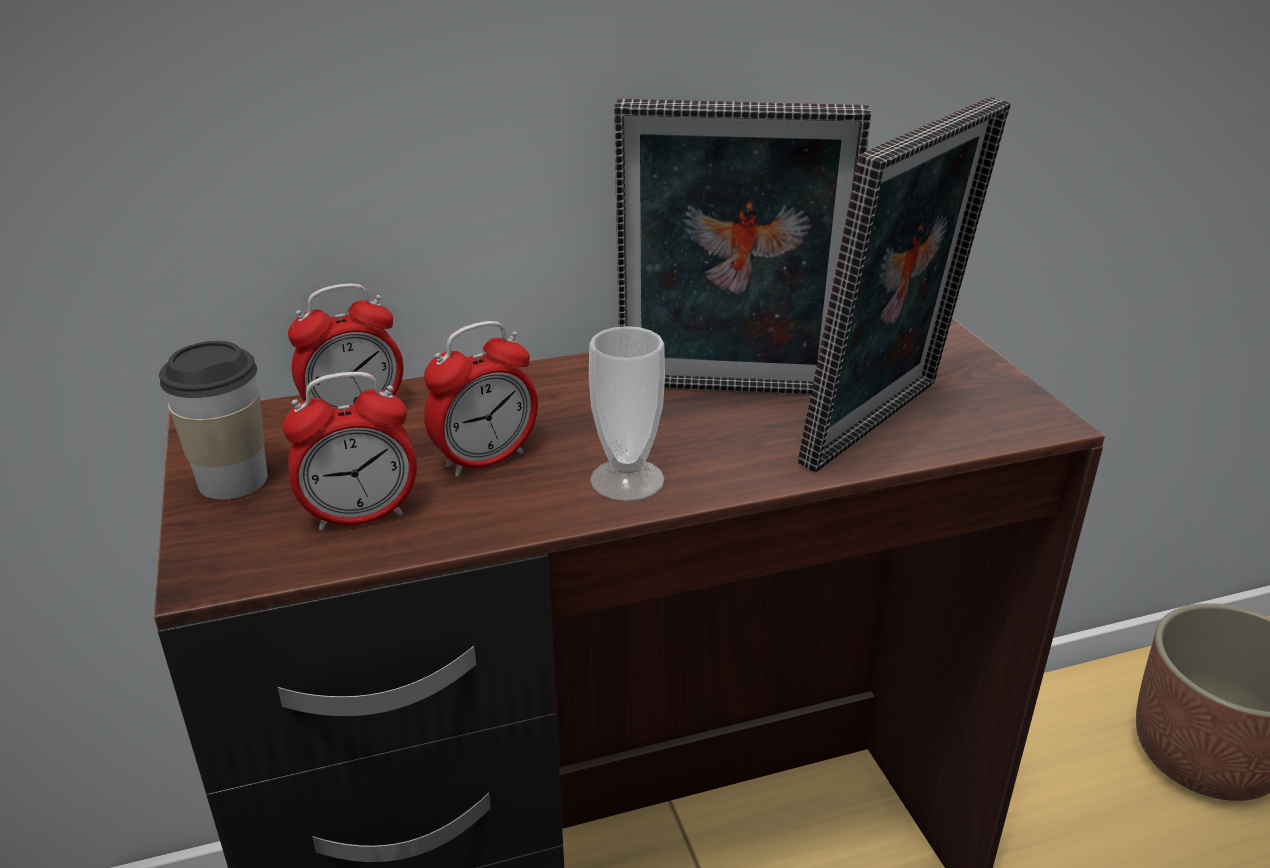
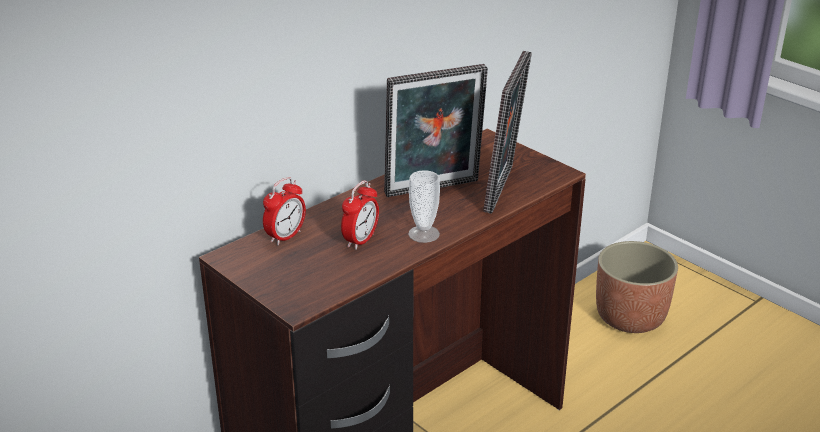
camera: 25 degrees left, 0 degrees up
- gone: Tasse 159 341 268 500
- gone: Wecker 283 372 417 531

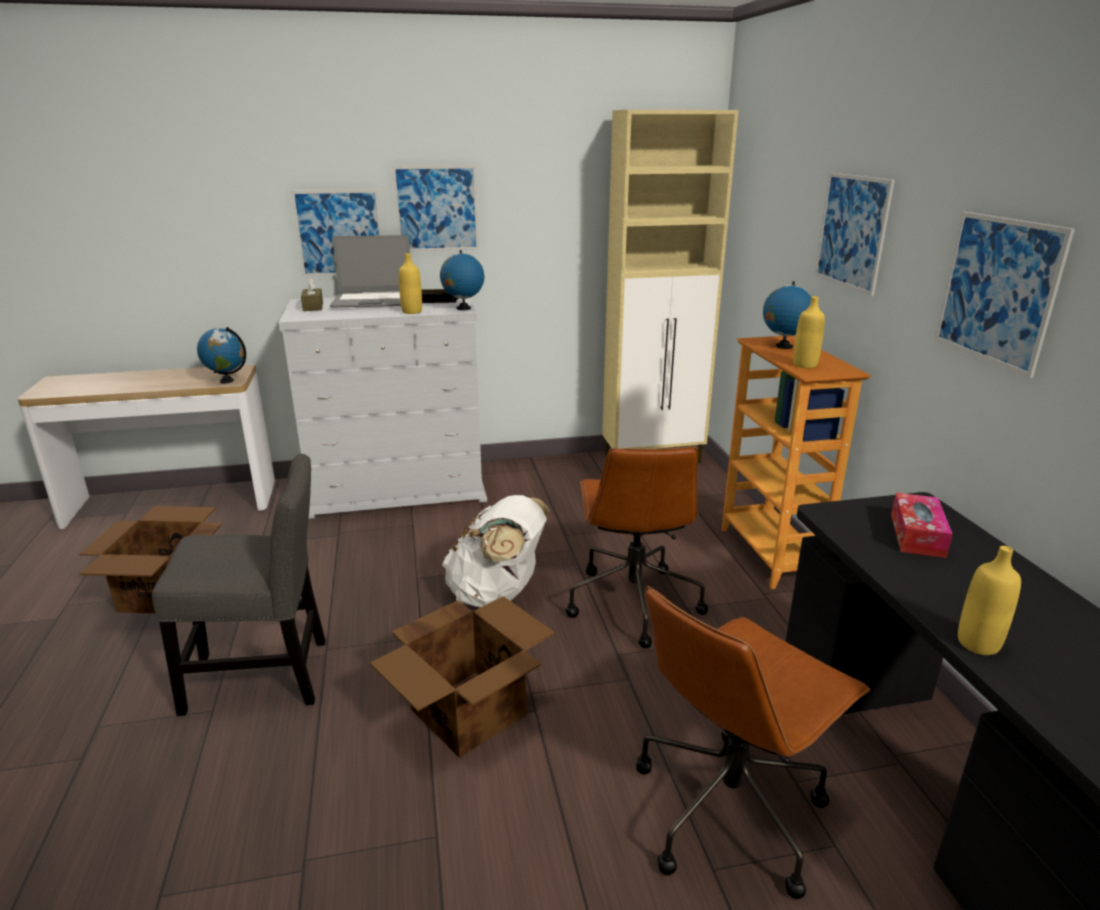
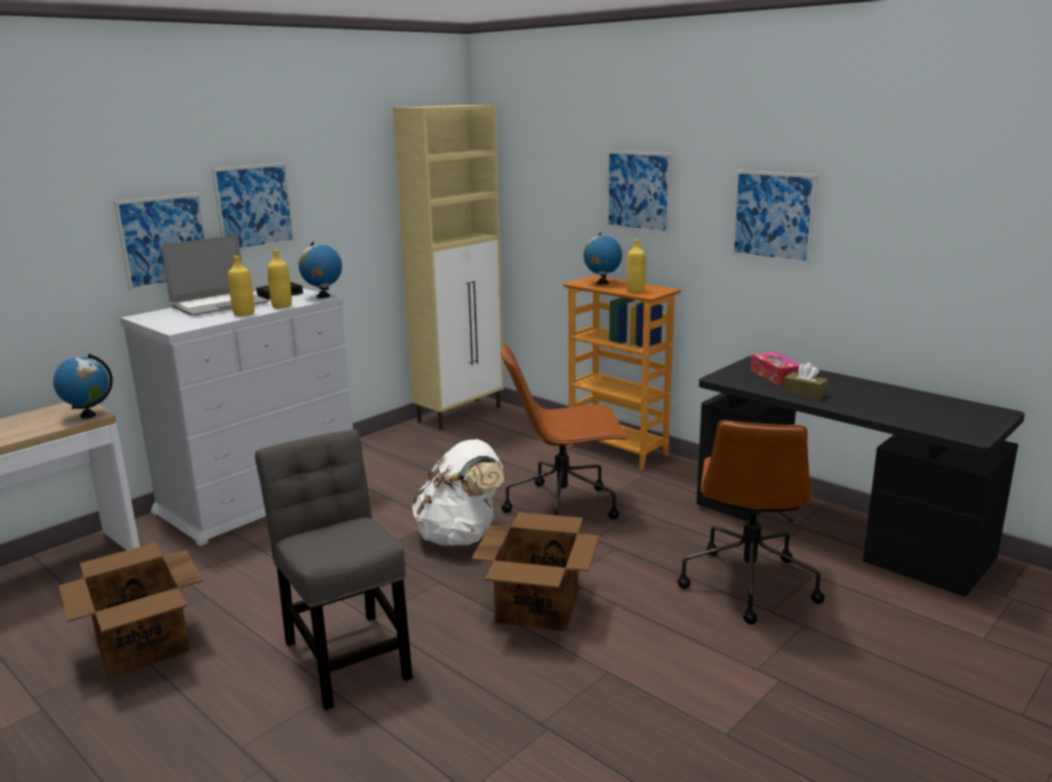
camera: 35 degrees left, 5 degrees down
- shifted: Taschentuchbox [braun] 301 278 323 311 to 783 363 829 400
- rotated: Bürostuhl [braun] 565 447 709 649 = 501 344 629 519 120 degrees clockwise
- rotated: Stuhl [grau] 152 454 326 716 = 255 429 413 710 75 degrees counterclockwise
- shifted: Flasche [gelb] 958 546 1021 655 to 228 256 254 316

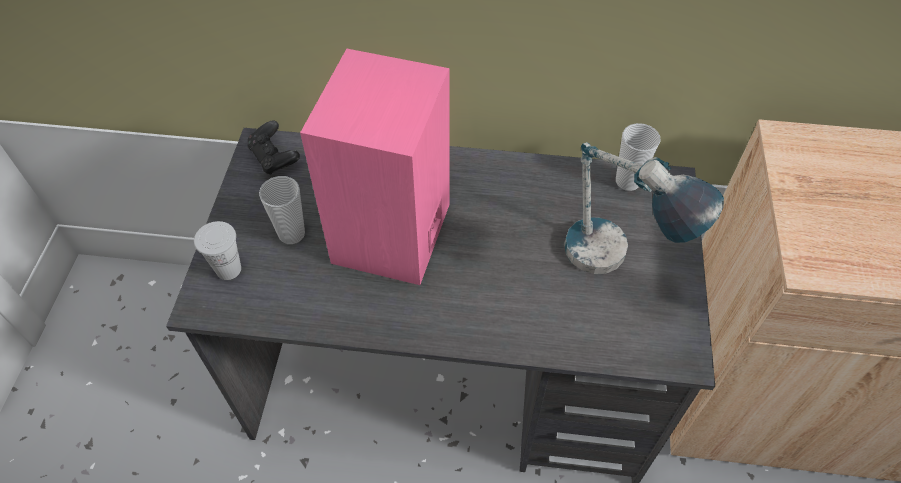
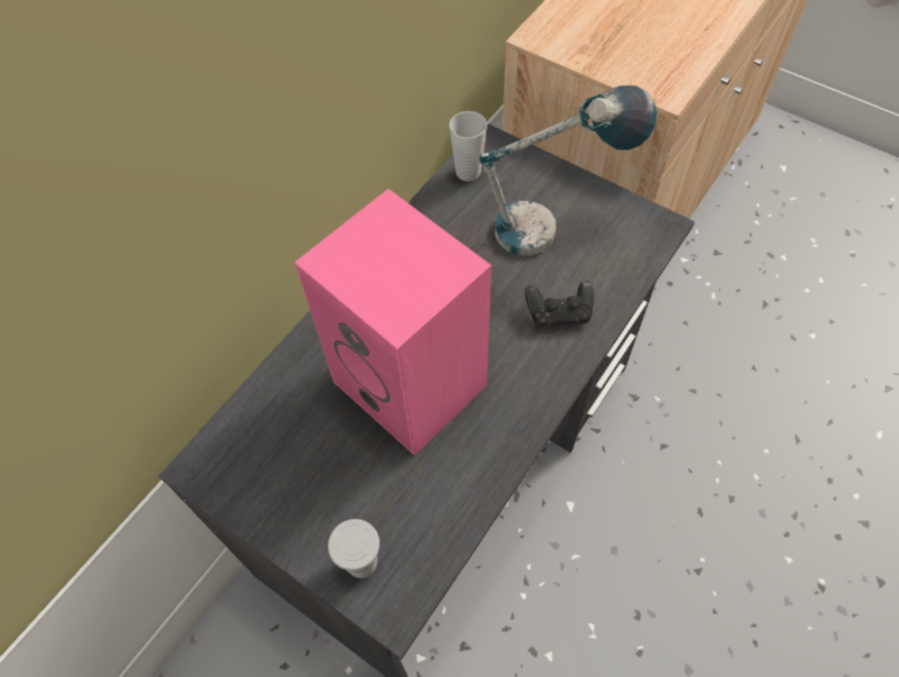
camera: 60 degrees left, 5 degrees up
- shifted: Gamepad [schwarz] 247 121 300 174 to 525 281 594 328
- gone: Tasse 259 176 305 244

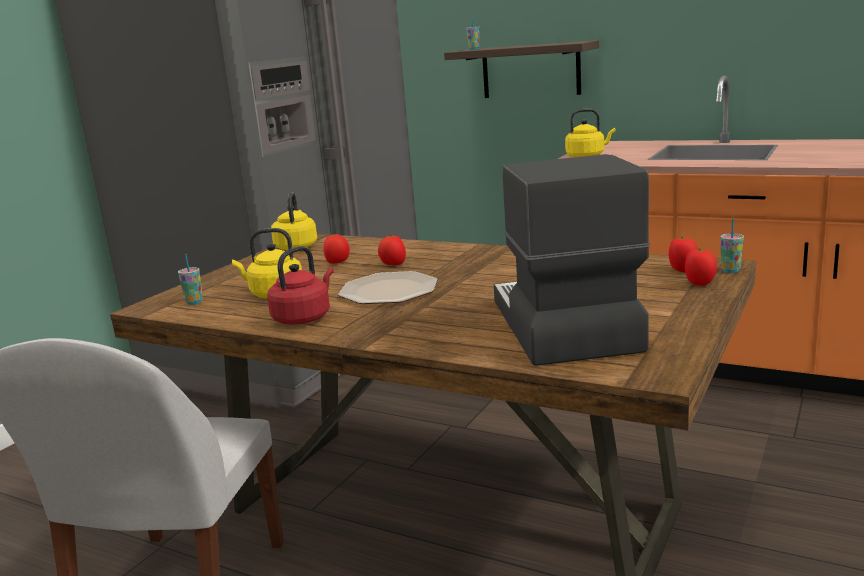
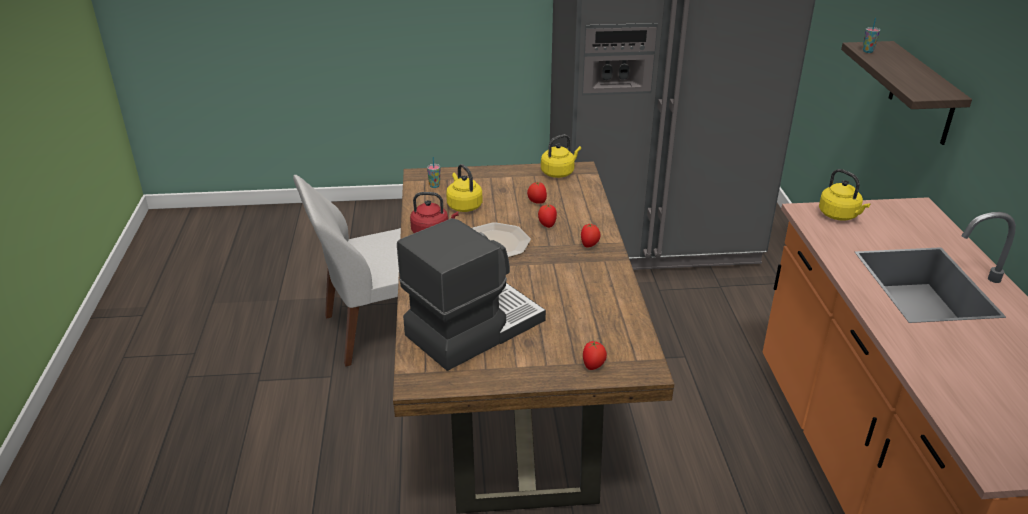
camera: 55 degrees right, 15 degrees up
- gone: Tasse 720 219 744 273
- shifted: Tomate 669 236 698 272 to 581 224 601 248

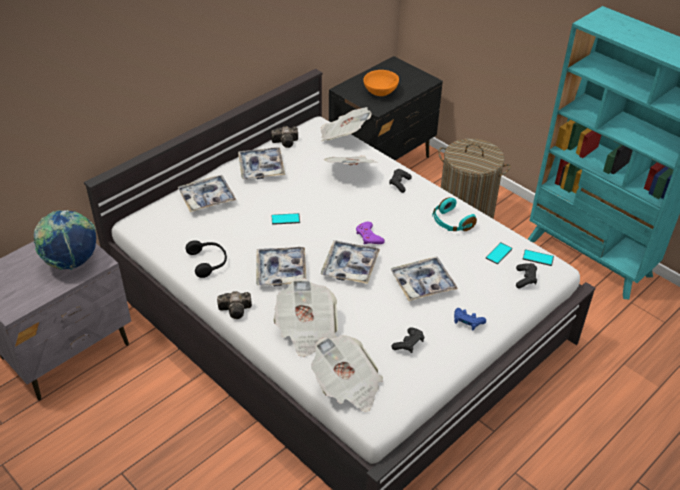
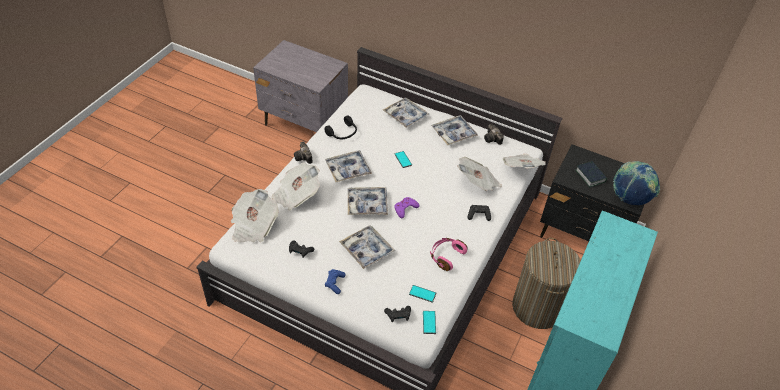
camera: 70 degrees right, 5 degrees up
- swapped: Schüssel [orange] 363 70 399 96 to Buch 576 161 607 187
- repainted: Kopfhörer [türkis] 432 197 477 231 to Kopfhörer [rosa] 430 238 468 271
- shifted: Globus 34 210 96 270 to 613 161 660 205

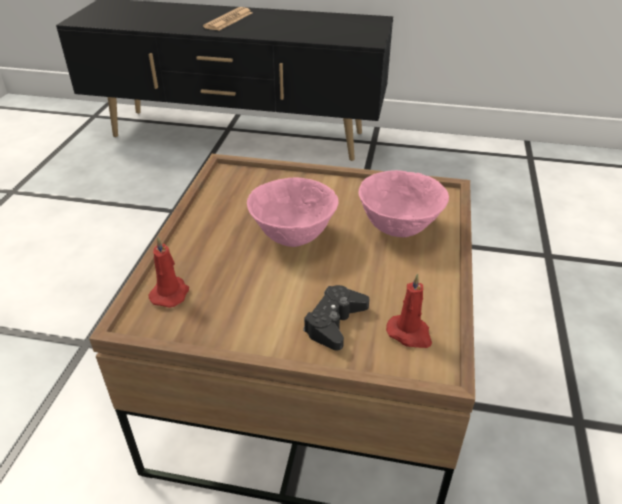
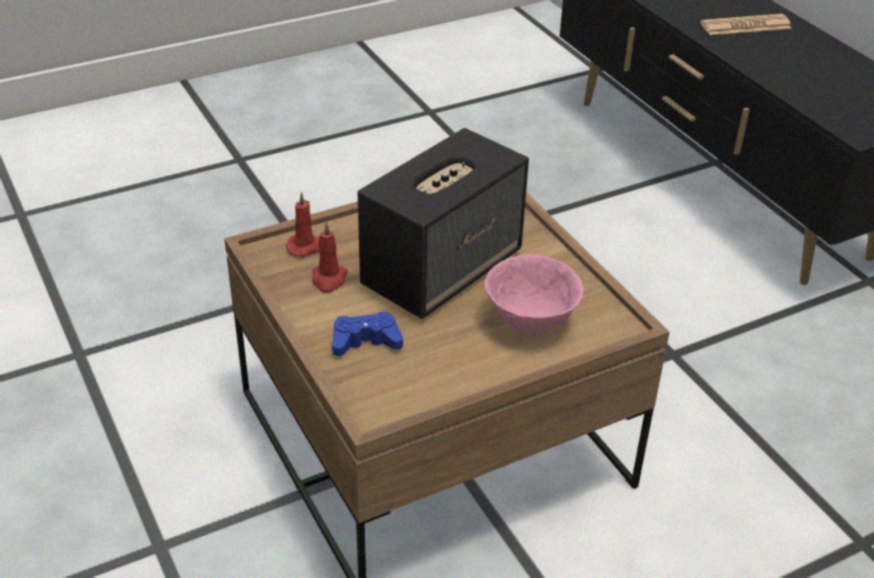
camera: 50 degrees right, 0 degrees up
- swapped: Schüssel [rosa] 247 177 338 247 to Lautsprecher 358 128 529 319
- shifted: Kerze [rot] 386 274 432 348 to 312 222 348 293
- repainted: Gamepad [schwarz] 303 285 370 351 to Gamepad [blau] 332 311 403 356

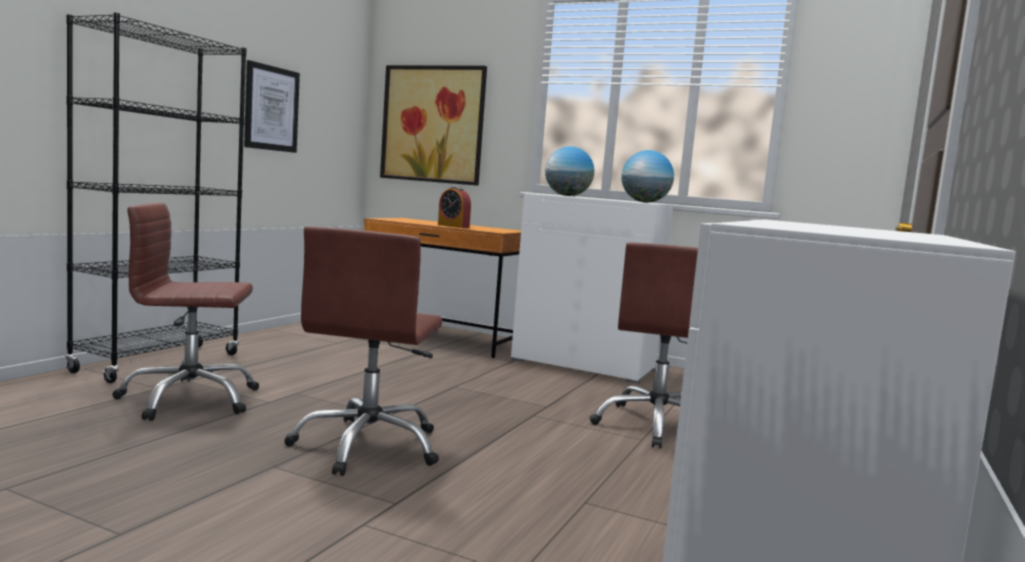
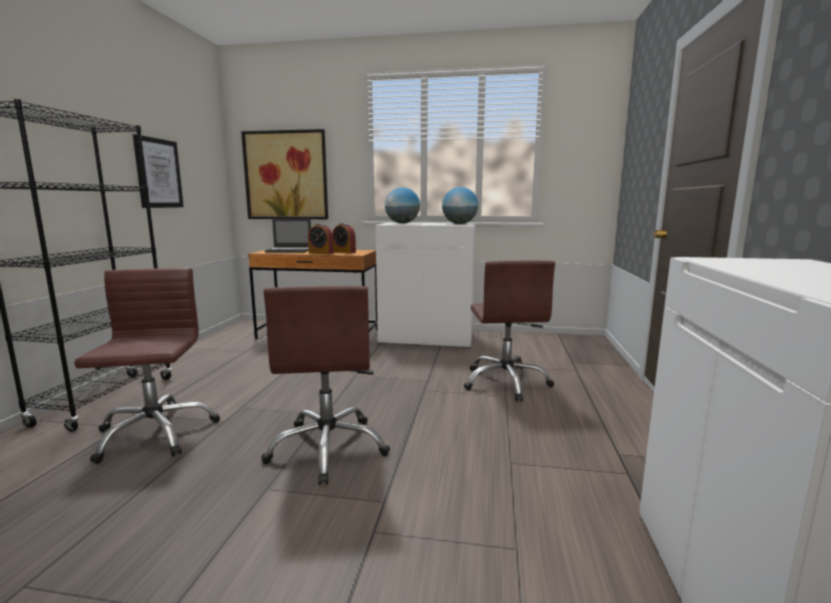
camera: 15 degrees left, 5 degrees up
- rotated: Bürostuhl [braun] 112 203 259 421 = 74 268 220 464 105 degrees clockwise
- new: Laptop 265 218 311 252
- new: Wecker 332 223 356 253

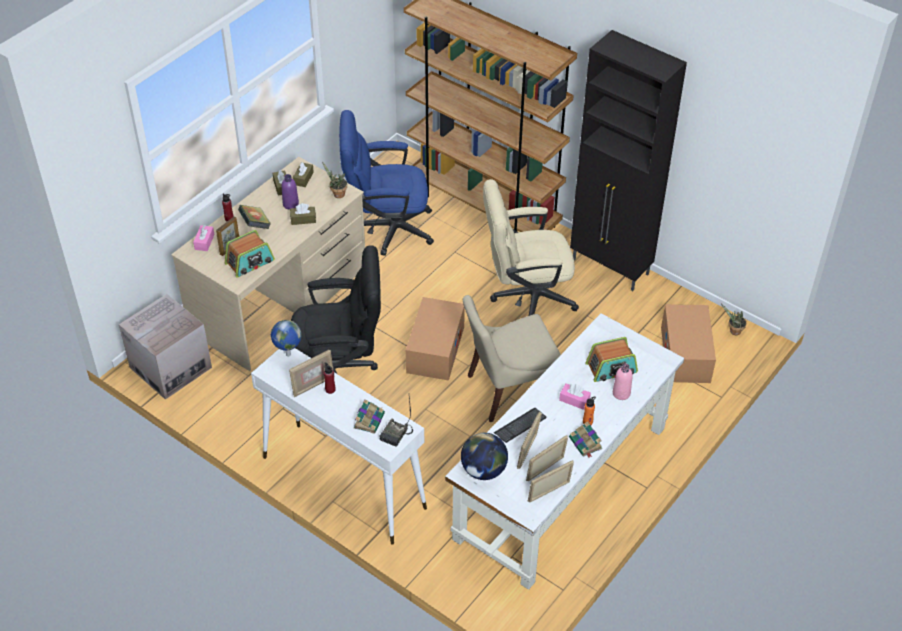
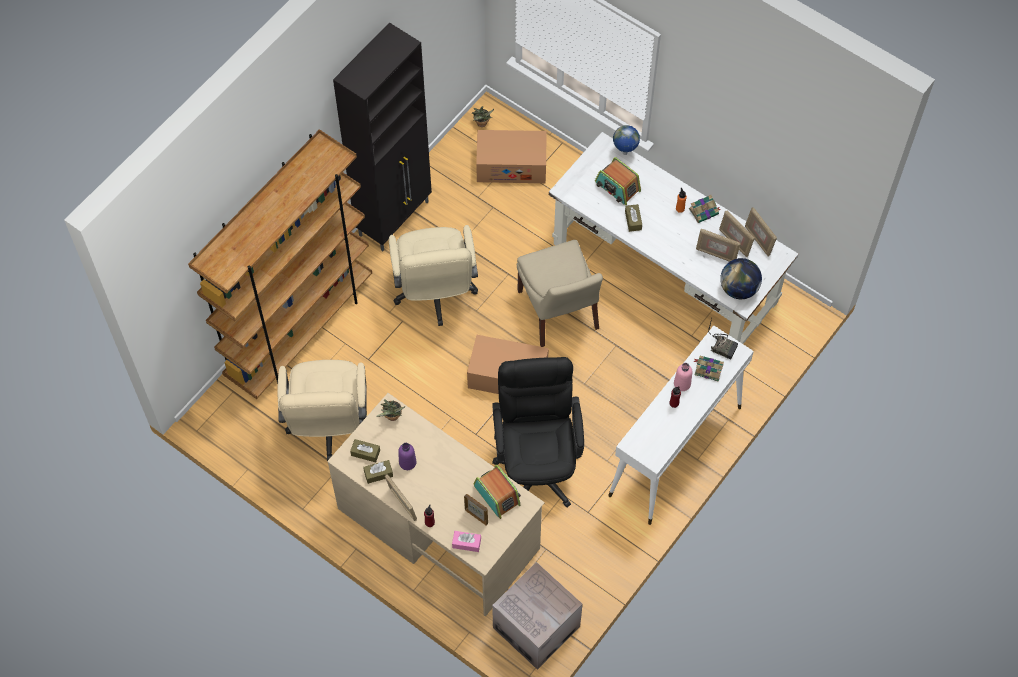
camera: 90 degrees left, 15 degrees up
- repainted: Bürostuhl [blau] 339 110 434 256 to Bürostuhl [beige] 277 360 367 461
- shifted: Taschentuchbox [braun] 290 203 316 225 to 625 204 642 232
- gone: Buch 238 205 271 229
- shifted: Globus 271 320 302 357 to 613 125 640 155
- rotated: Radio 585 337 638 382 = 595 157 641 205 150 degrees clockwise
- shifted: Bilderrahmen 289 350 333 397 to 385 474 417 521
- shifted: Flasche [rosa] 613 363 633 400 to 674 363 692 391
- gone: Taschentuchbox [rosa] 559 383 591 410
- gone: Tastatur 494 407 547 443

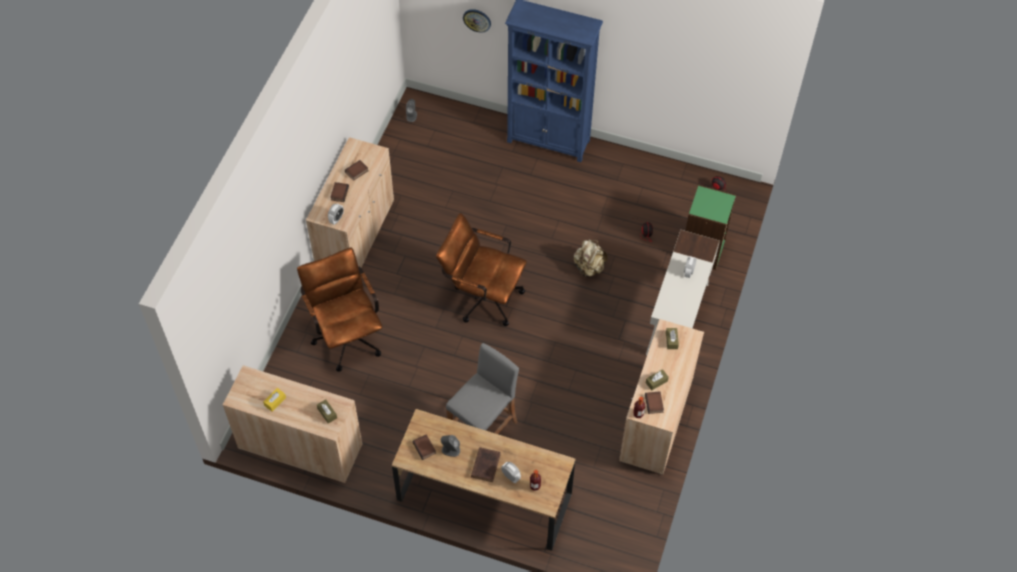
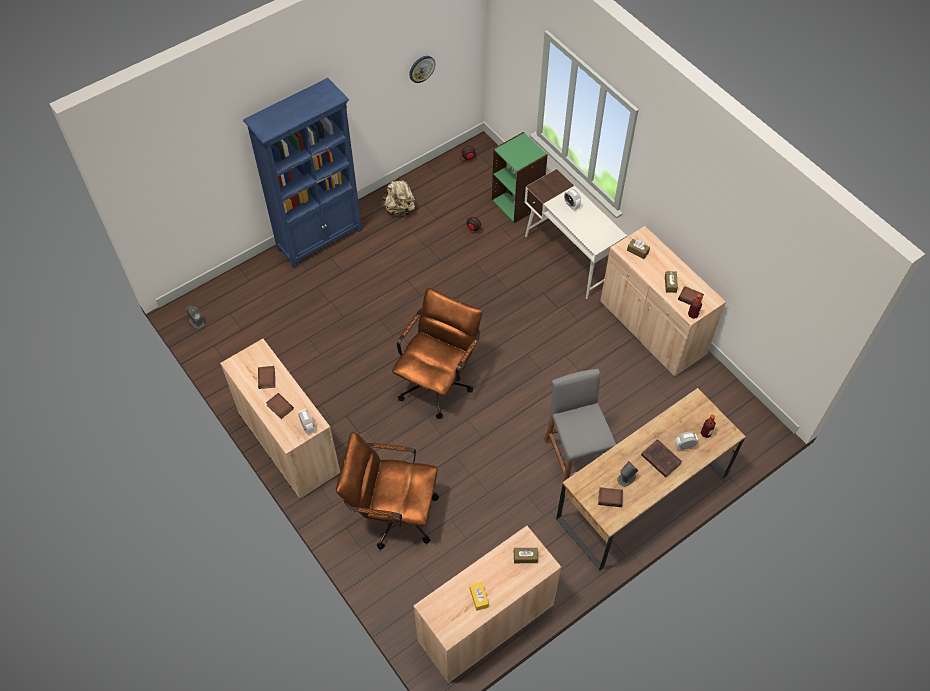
camera: 55 degrees left, 0 degrees up
- shifted: Wanduhr 463 9 491 33 to 409 56 435 83
- rotated: Bürostuhl [braun] 436 213 527 326 = 392 288 482 419 150 degrees clockwise
- shifted: Rucksack [beige] 573 240 608 277 to 381 176 416 217

